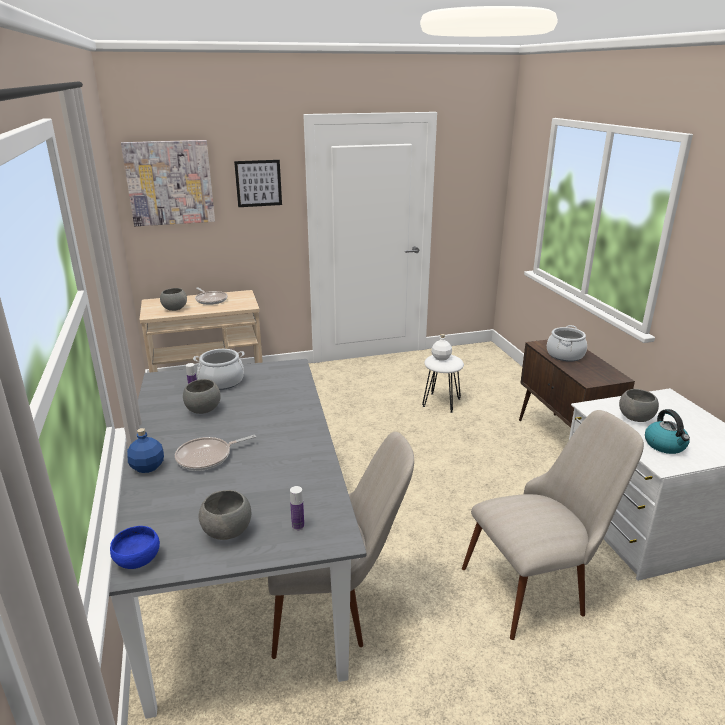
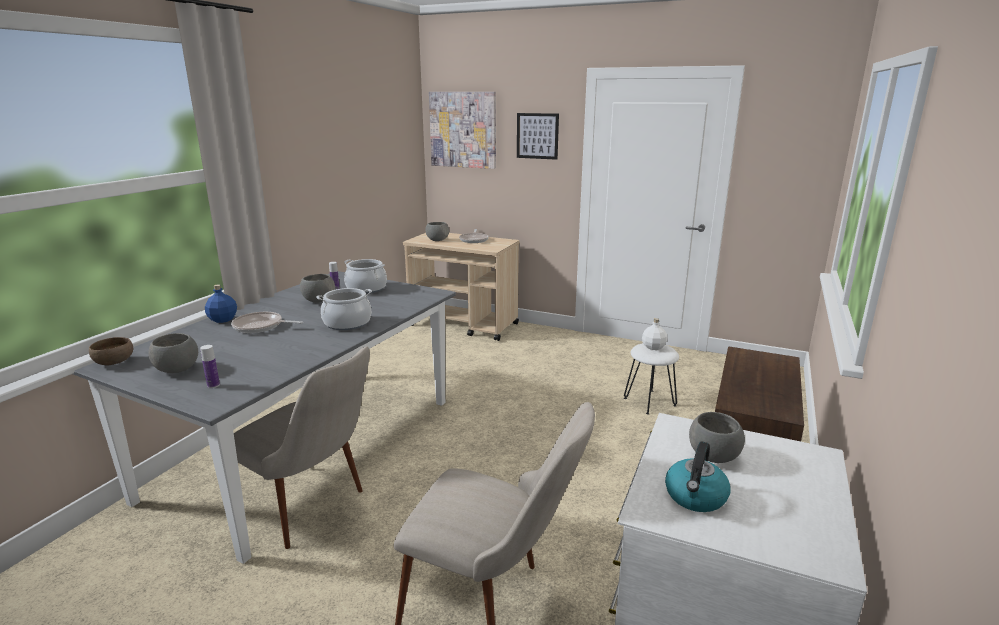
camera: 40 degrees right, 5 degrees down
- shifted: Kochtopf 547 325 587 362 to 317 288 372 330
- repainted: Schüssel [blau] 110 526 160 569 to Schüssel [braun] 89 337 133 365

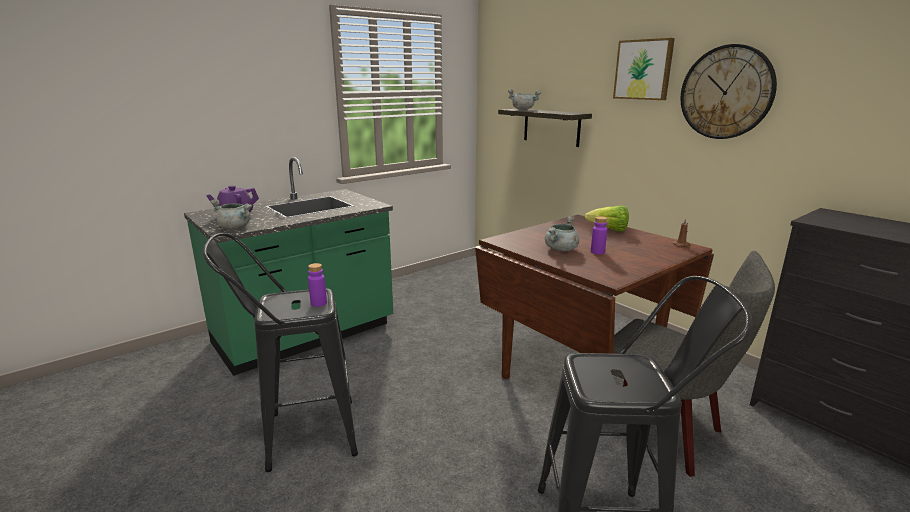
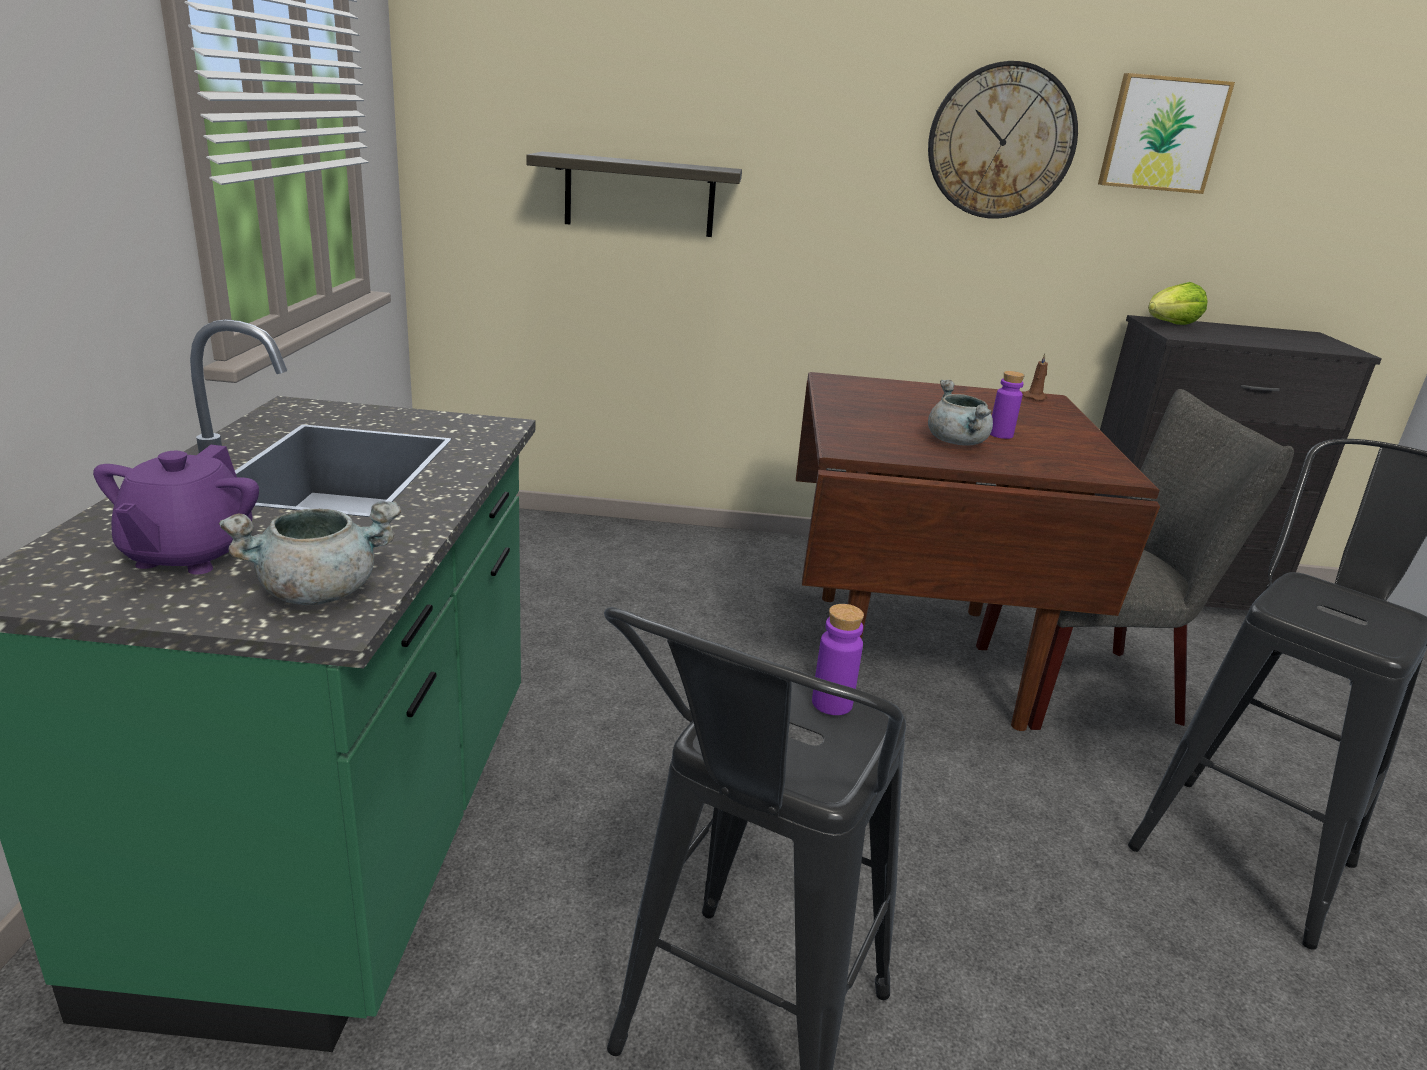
camera: 50 degrees left, 5 degrees up
- shifted: Bild 613 38 675 100 to 1098 73 1235 194
- gone: Kochtopf [grau] 508 89 541 110
- shifted: Salatkopf 584 206 629 231 to 1148 282 1207 325

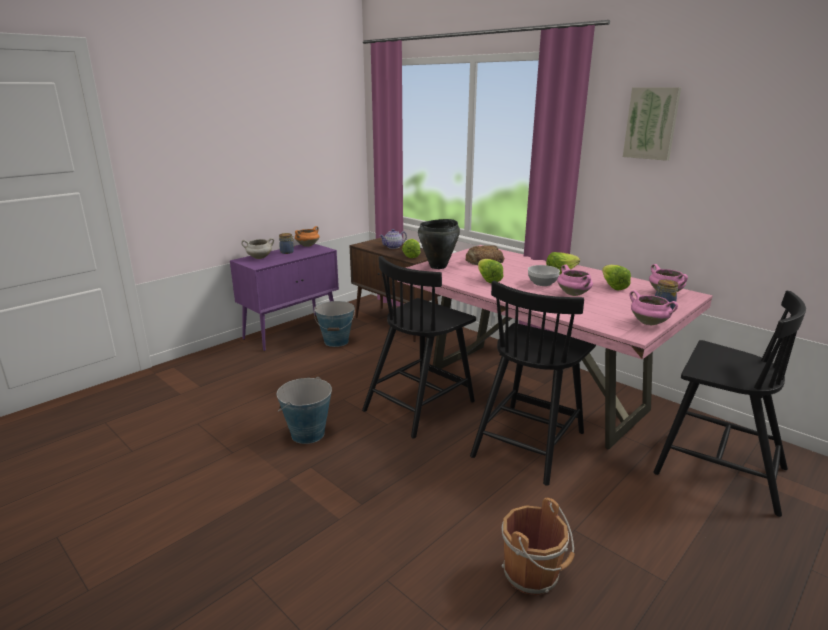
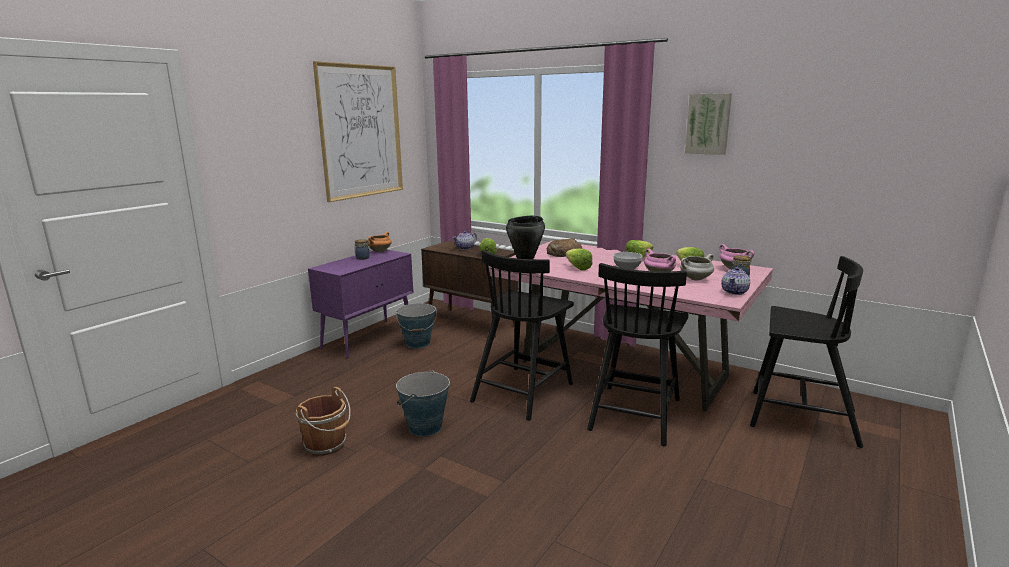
camera: 10 degrees left, 5 degrees down
- shifted: Kochtopf [weiß] 241 238 274 259 to 680 254 714 280
- swapped: Kochtopf [rosa] 629 290 678 326 to Teekanne 721 267 750 295
- shifted: Eimer [braun] 502 498 575 595 to 296 387 350 456
- new: Bild 313 61 403 202

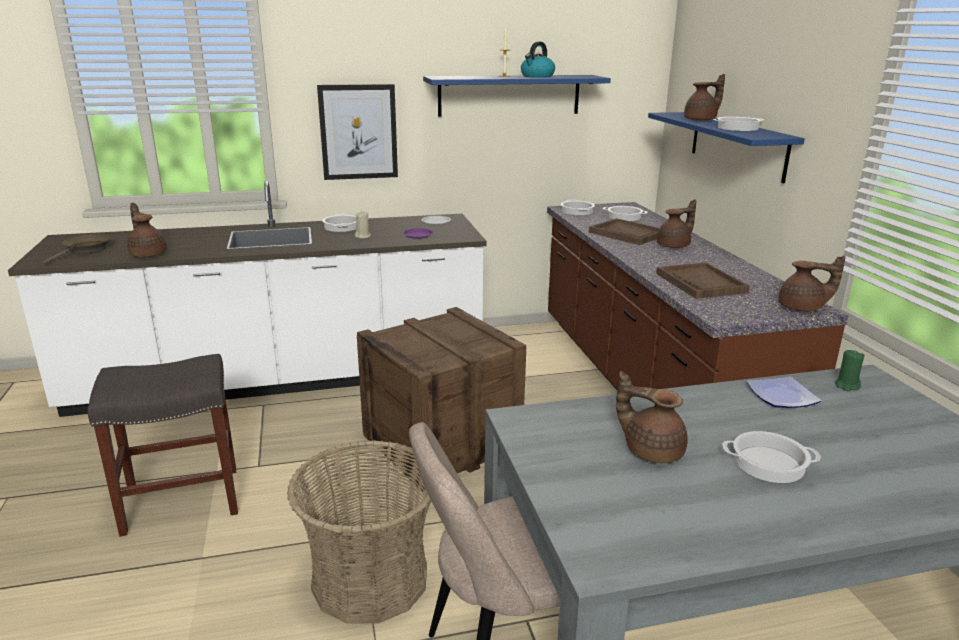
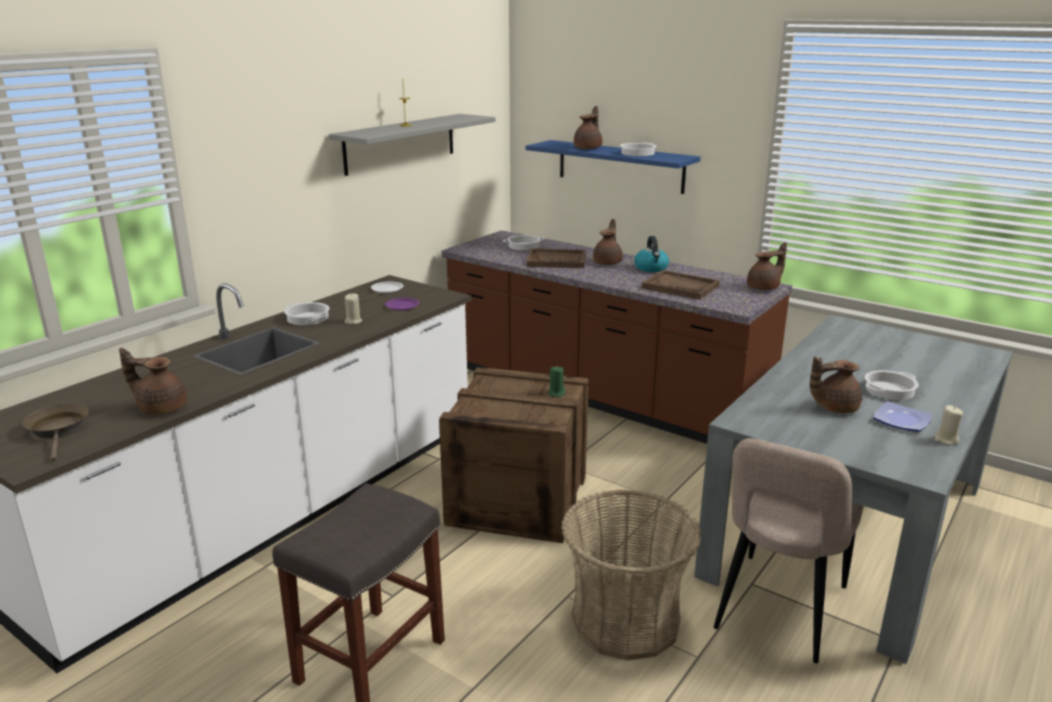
camera: 40 degrees left, 0 degrees up
- shifted: Wasserkessel 521 42 555 78 to 634 236 669 272
- repainted: Wandregal [blau] 423 75 611 117 to Wandregal [grau] 329 114 496 176
- gone: Bild 317 84 398 180
- gone: Kochtopf 561 200 595 215
- shifted: Kerze [grün] 835 350 865 391 to 548 366 566 398
- shifted: Teller 747 377 821 408 to 873 401 933 432
- new: Kerze [beige] 934 405 963 445

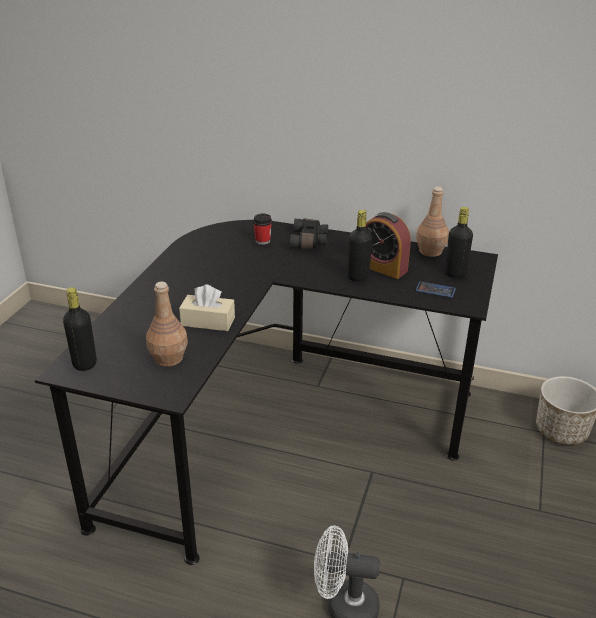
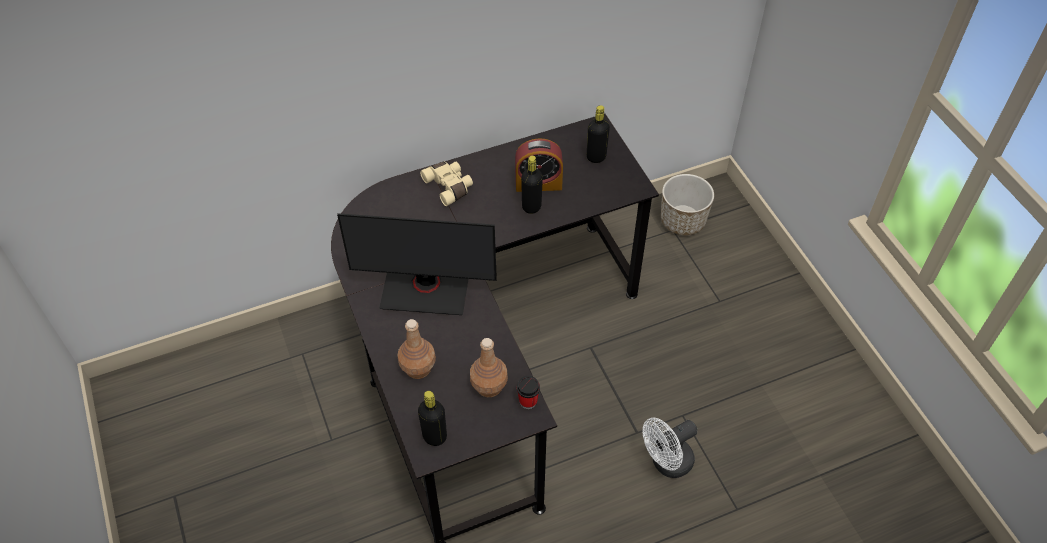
camera: 40 degrees left, 20 degrees up
- shifted: Flasche [braun] 416 187 449 257 to 398 319 436 379
- shifted: Tasse 253 214 272 245 to 517 376 540 409
- repainted: Fernglas [schwarz] 290 218 328 249 to Fernglas [beige] 420 162 473 206
- gone: Handy 416 282 456 298
- gone: Taschentuchbox [beige] 179 285 235 331
- new: Monitor 337 213 497 315

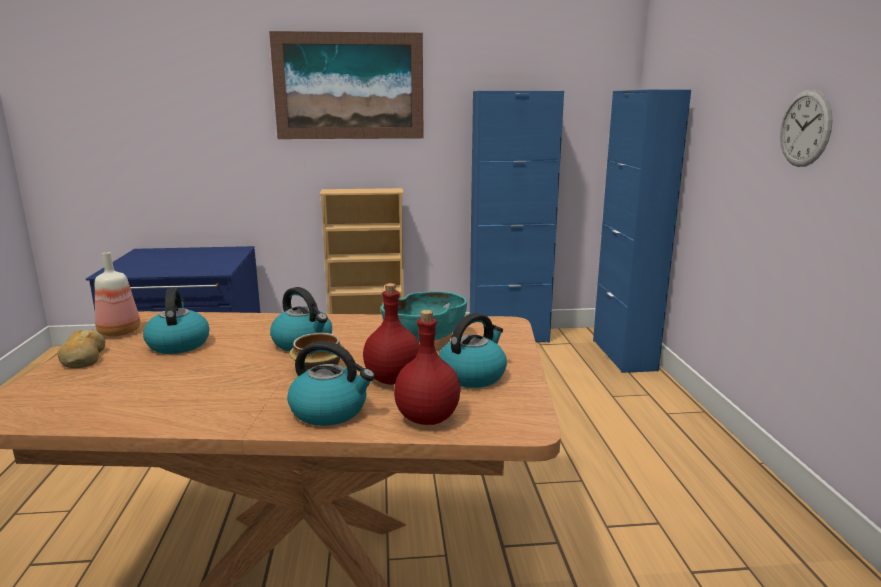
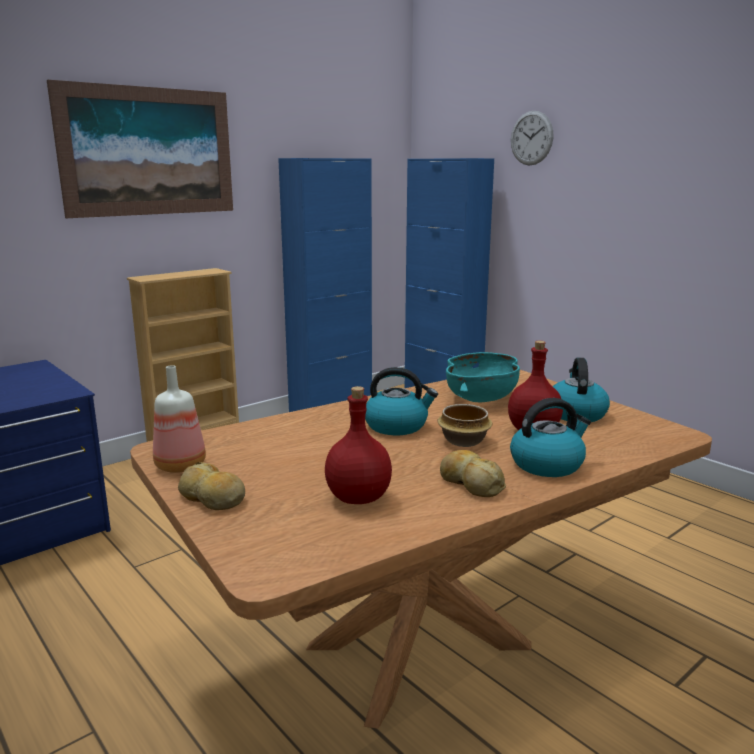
camera: 35 degrees left, 0 degrees up
- shifted: Wanduhr 780 89 833 167 to 511 111 553 166
- gone: Wasserkessel 143 288 209 354
- shifted: Flasche [rot] 394 310 460 425 to 325 386 392 504
- new: Brot 440 450 506 497

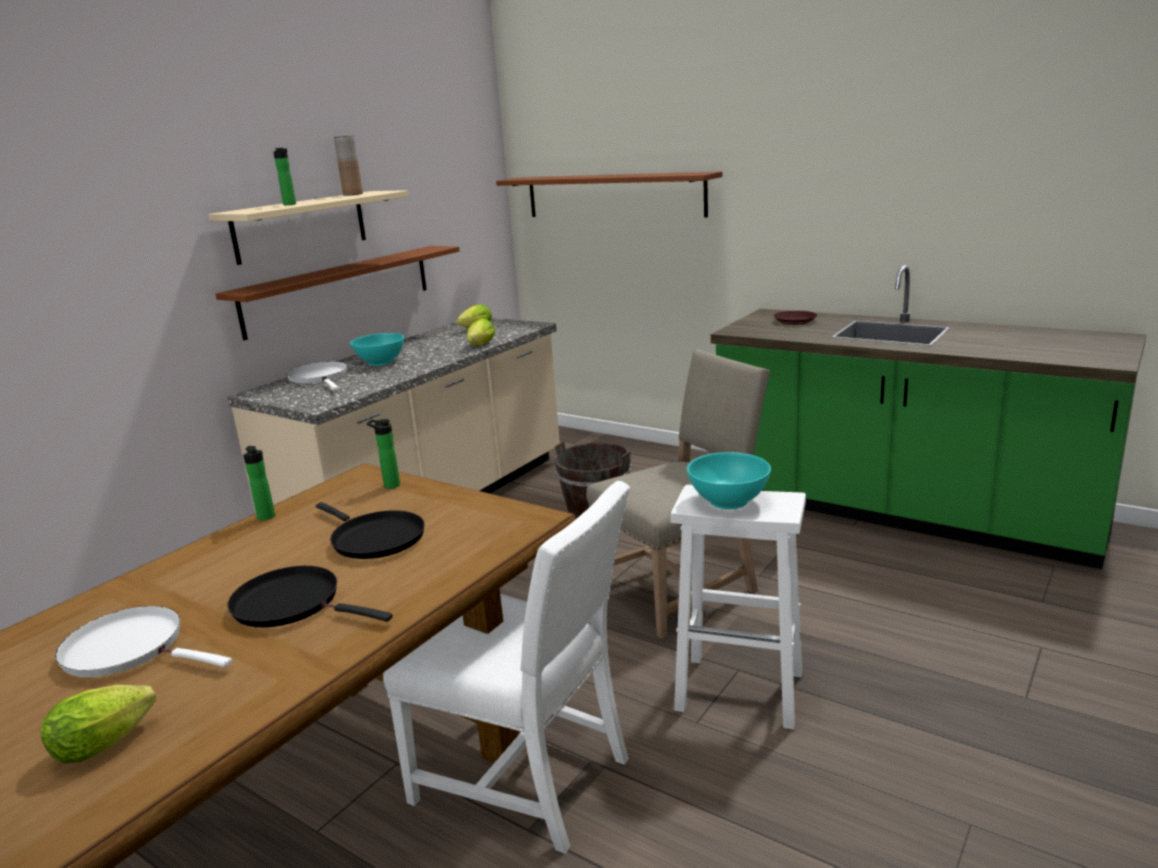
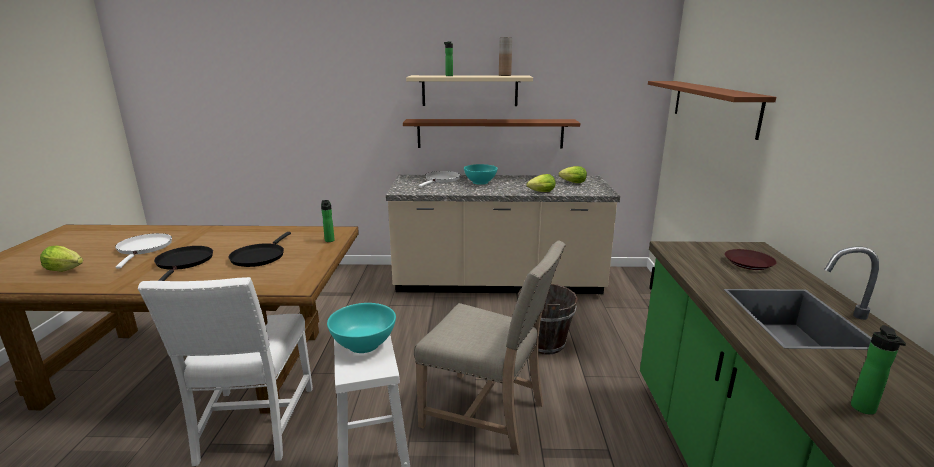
camera: 55 degrees right, 0 degrees up
- shifted: Flasche 243 446 275 520 to 851 325 906 415

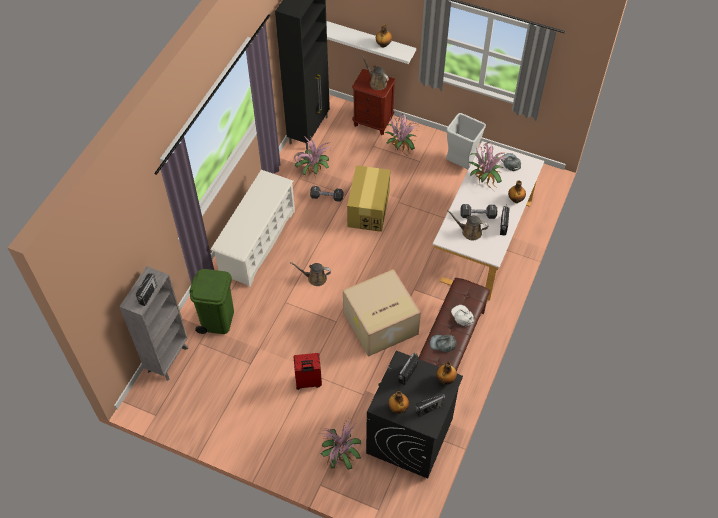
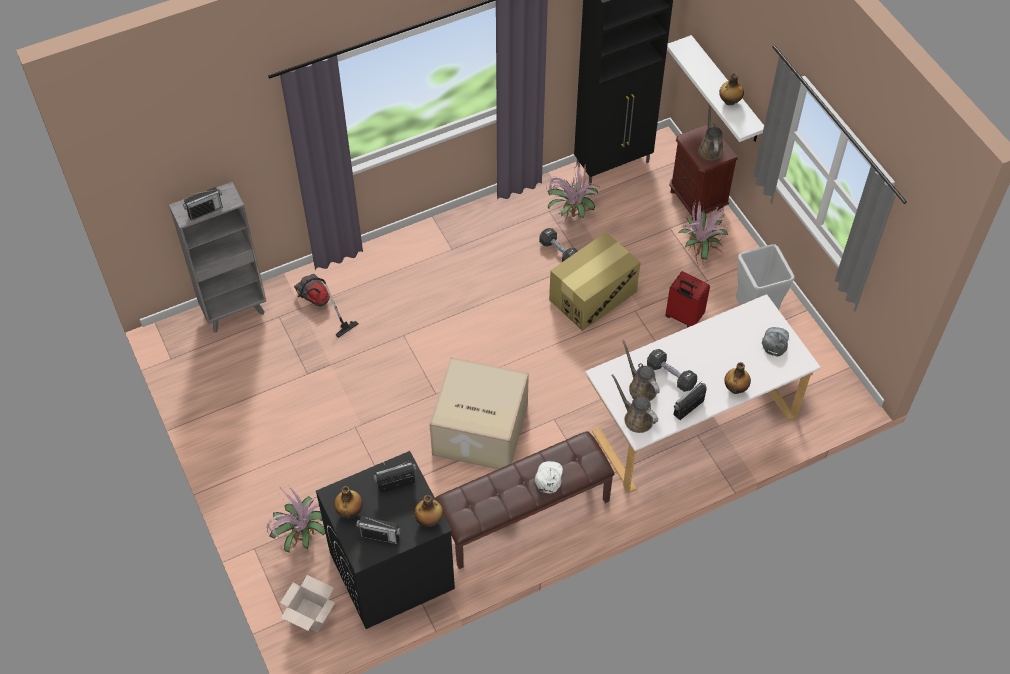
camera: 40 degrees right, 0 degrees up
- gone: Topfpflanze 467 142 508 190
- gone: Schuhregal [weiß] 211 170 295 287
- shifted: Gießkanne [braun] 290 262 331 286 to 611 374 658 433
- swapped: Mülleimer [grün] 190 269 234 334 to Staubsauger 294 274 359 338
- gone: Kappe [grau] 430 335 457 352
- shifted: Koffer [rot] 293 353 322 390 to 665 271 710 328
- new: Karton 280 575 335 632

